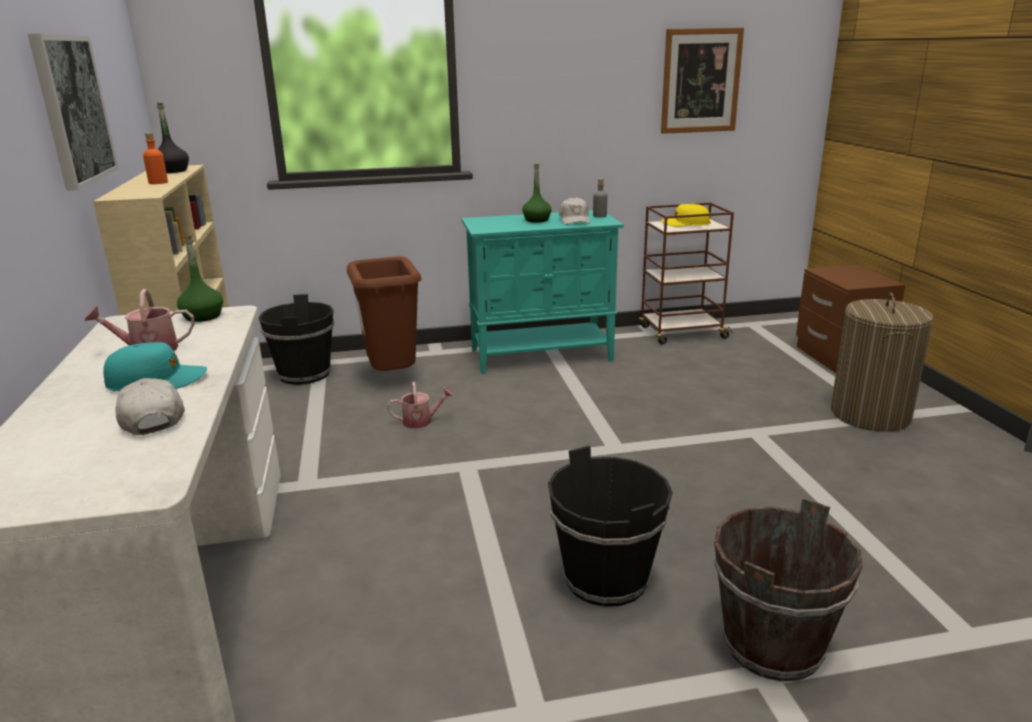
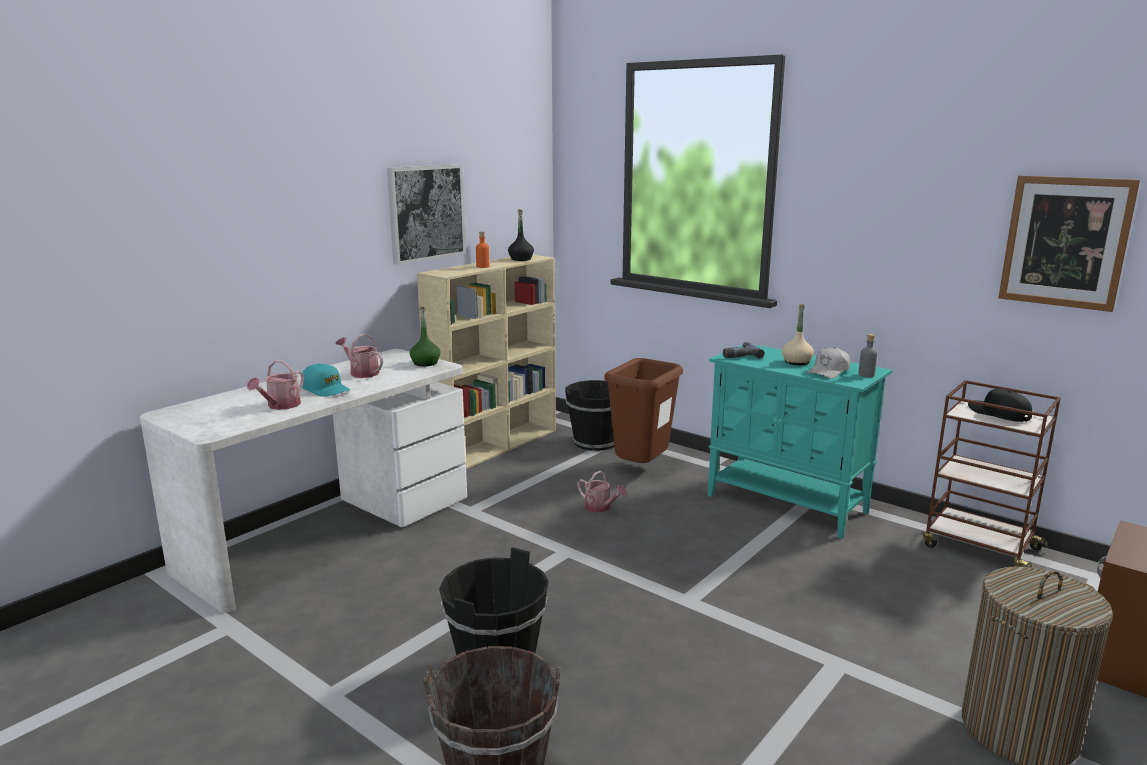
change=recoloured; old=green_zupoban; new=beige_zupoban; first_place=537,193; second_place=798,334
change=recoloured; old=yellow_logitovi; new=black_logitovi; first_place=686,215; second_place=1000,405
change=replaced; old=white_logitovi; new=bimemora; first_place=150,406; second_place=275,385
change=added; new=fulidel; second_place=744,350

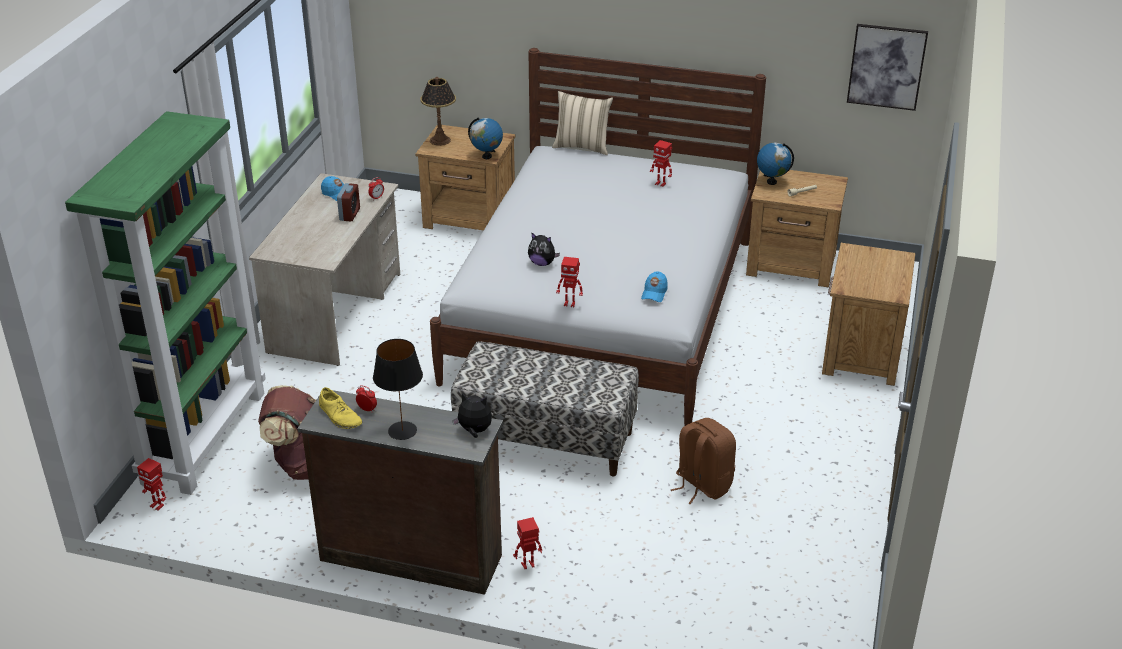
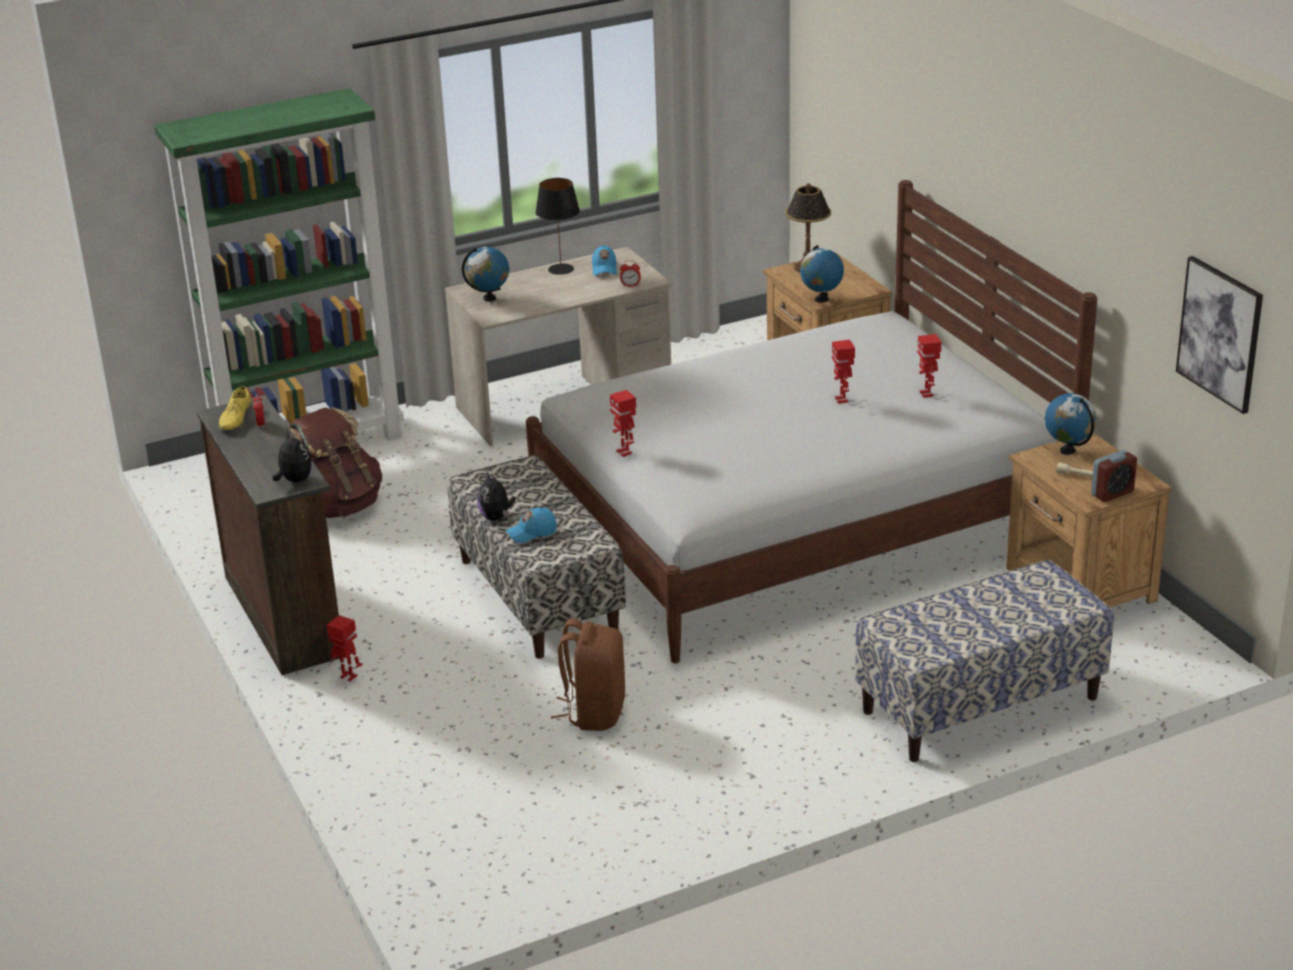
change=removed; old=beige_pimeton; first_place=582,123
change=moved; old=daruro; first_place=348,202; second_place=1114,476
change=moved; old=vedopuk; first_place=544,249; second_place=496,495
change=replaced; old=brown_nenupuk; new=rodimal; first_place=868,314; second_place=984,661
change=moved; old=blue_logitovi; first_place=654,286; second_place=531,525
change=moved; old=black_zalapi; first_place=398,389; second_place=557,226
change=moved; old=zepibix; first_place=151,484; second_place=843,372
change=added; new=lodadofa; second_place=485,274

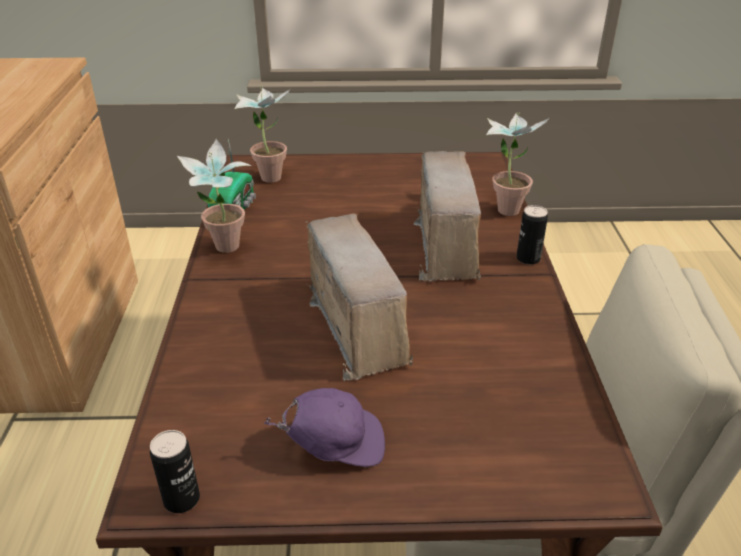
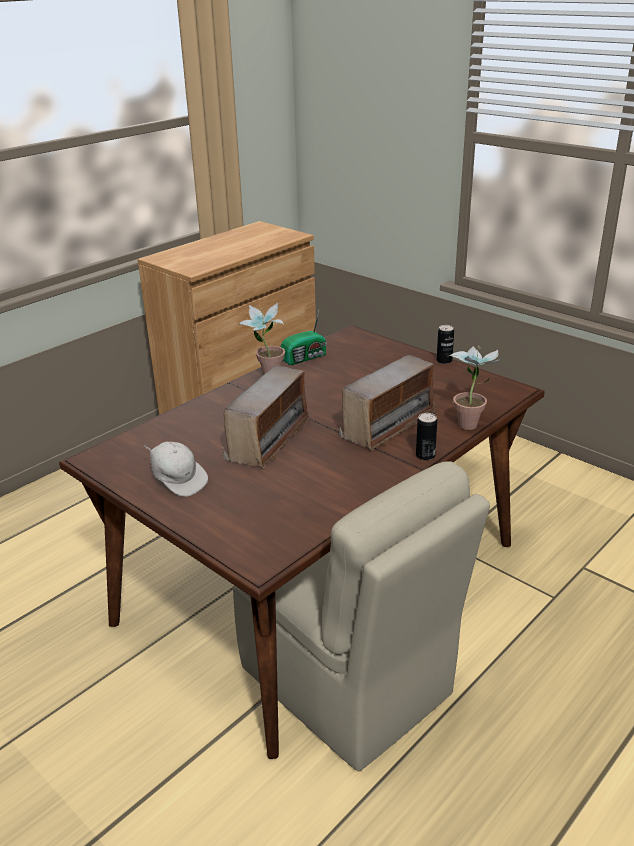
change=removed; old=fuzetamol; first_place=263,134
change=recoloured; old=purple_logitovi; new=white_logitovi; first_place=324,427; second_place=176,469
change=moved; old=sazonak; first_place=175,471; second_place=445,344

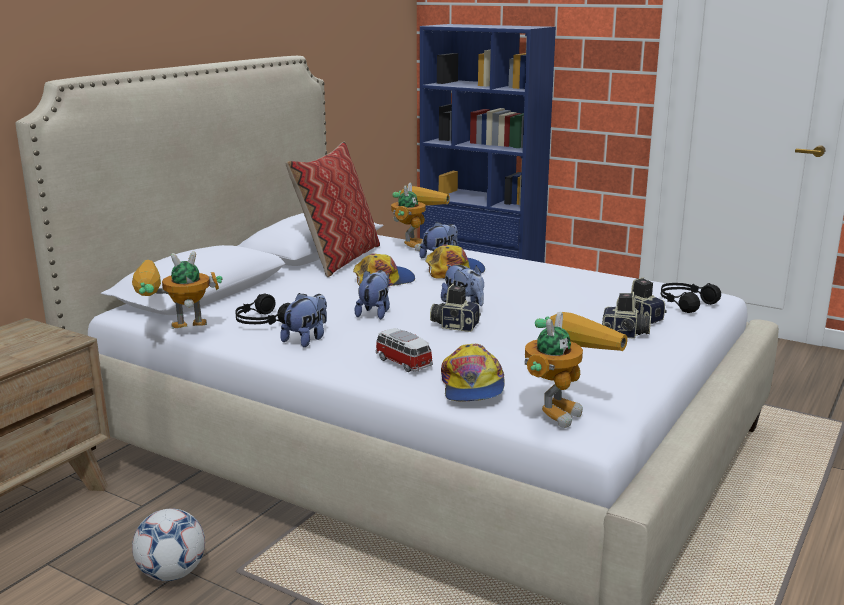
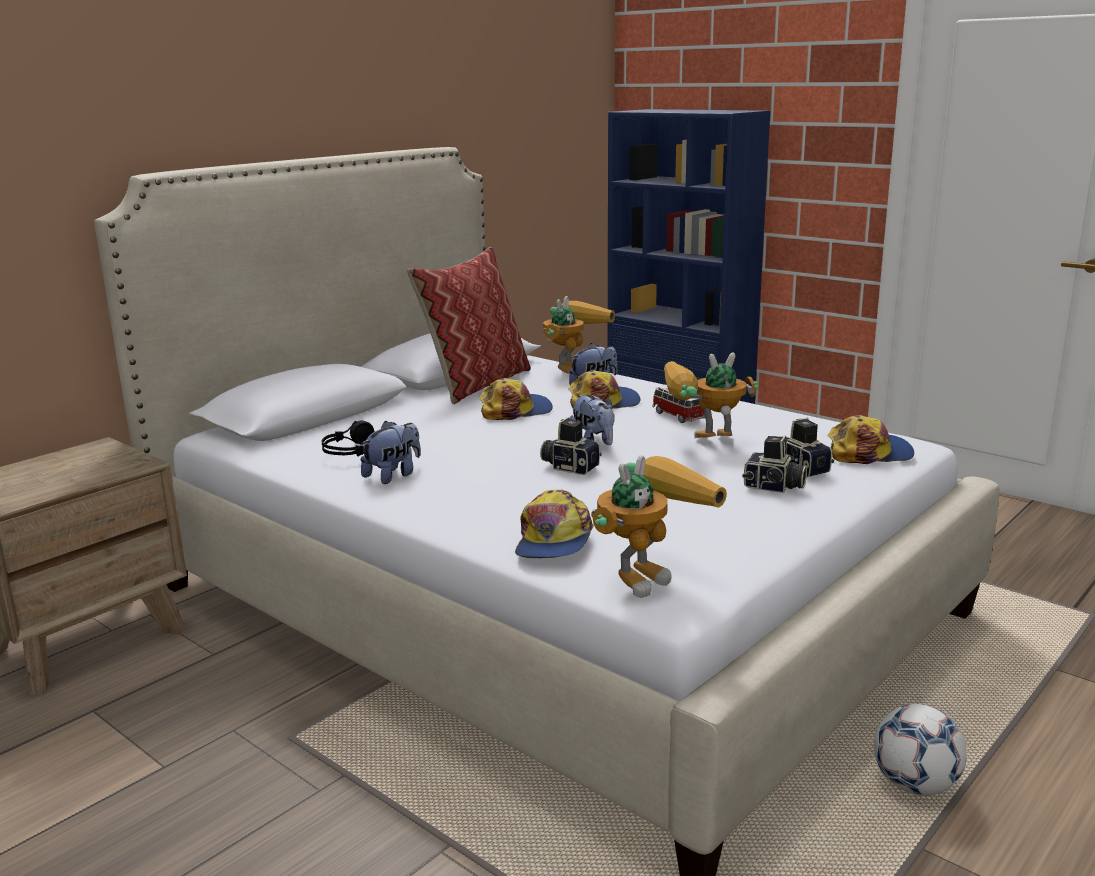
change=moved; old=zepibix; first_place=177,290; second_place=711,395
change=removed; old=vedopuk; first_place=372,294
change=replaced; old=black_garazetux; new=logitovi; first_place=691,298; second_place=871,439
change=moved; old=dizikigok; first_place=404,350; second_place=678,404
change=moved; old=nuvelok; first_place=168,544; second_place=920,750

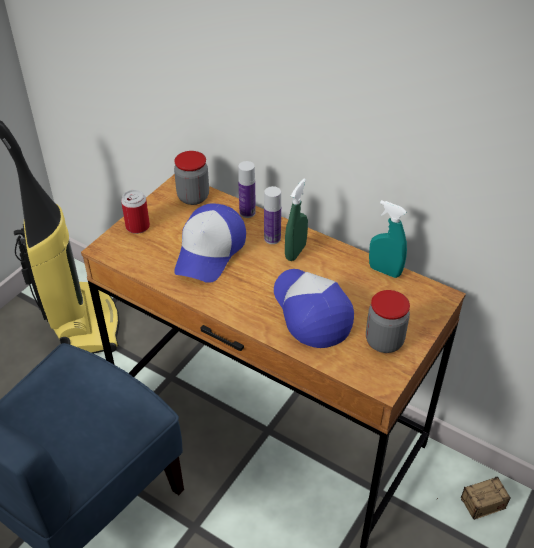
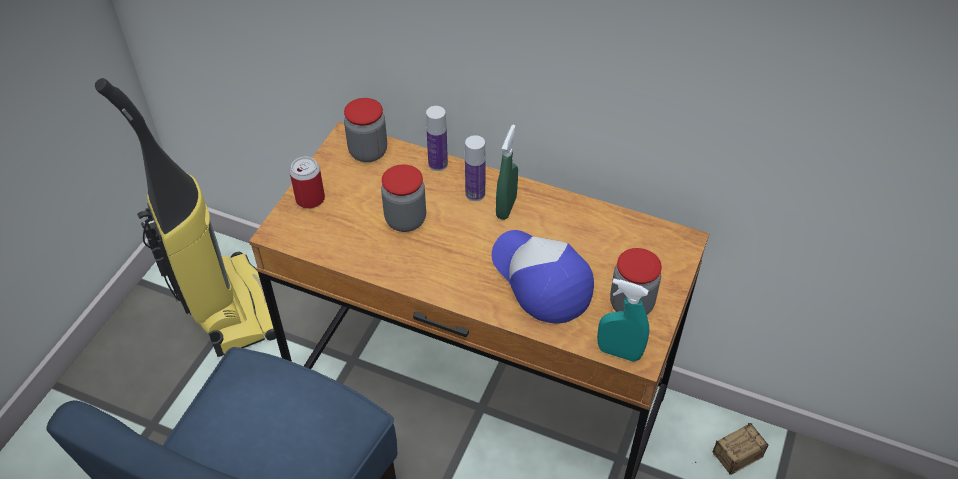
change=moved; old=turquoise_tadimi; first_place=388,239; second_place=623,320
change=replaced; old=logitovi; new=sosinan; first_place=210,243; second_place=403,198

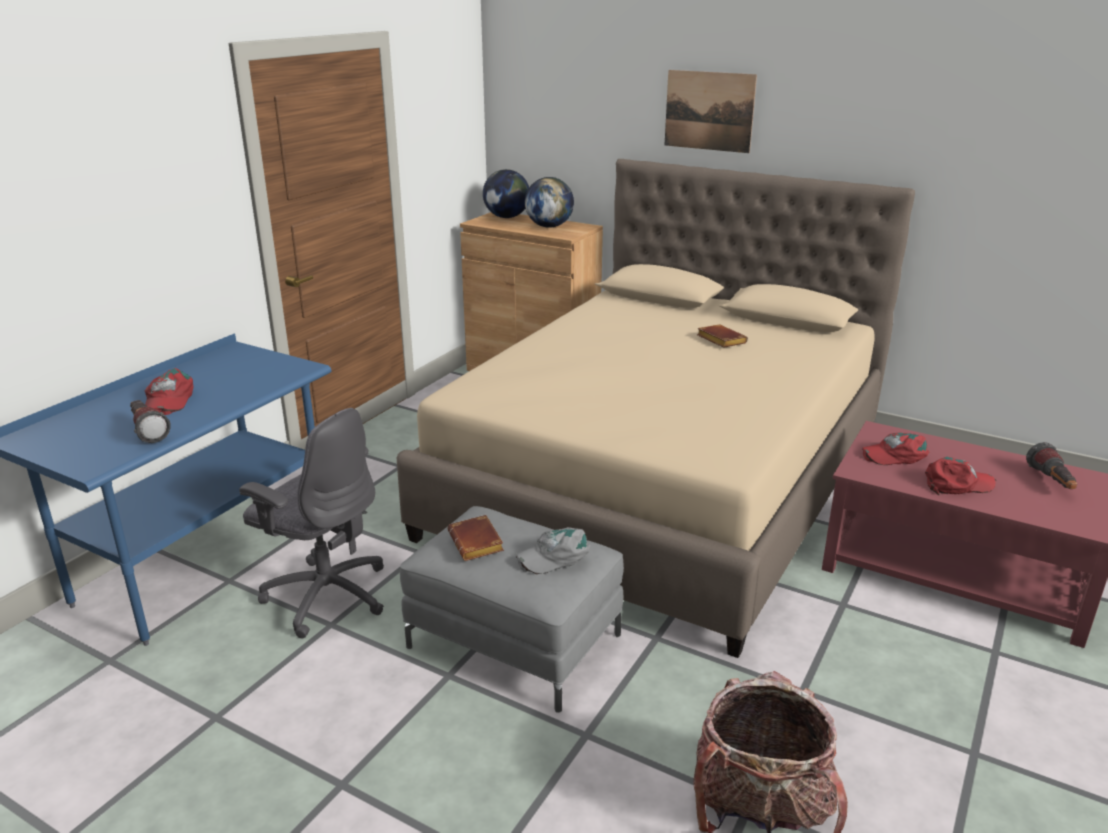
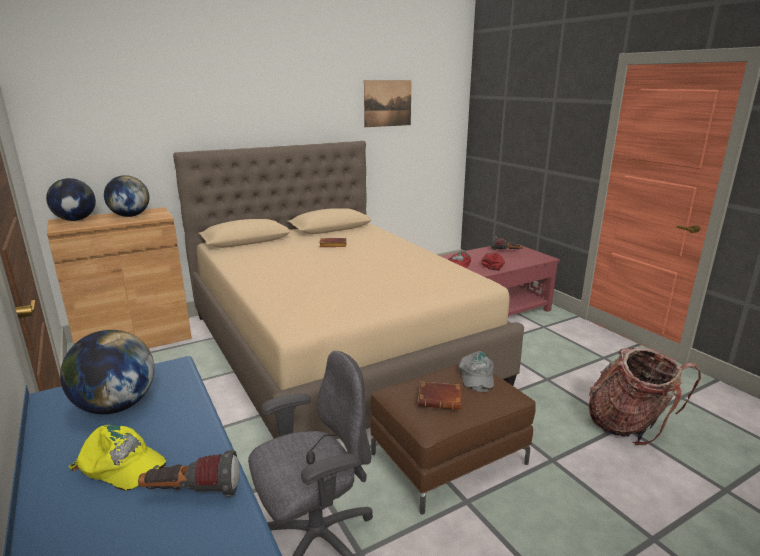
change=moved; old=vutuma; first_place=711,111; second_place=388,103
change=recoloured; old=red_logitovi; new=yellow_logitovi; first_place=169,391; second_place=117,458
change=recoloured; old=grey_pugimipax; new=brown_pugimipax; first_place=512,609; second_place=453,439
change=added; new=lodadofa; second_place=107,372

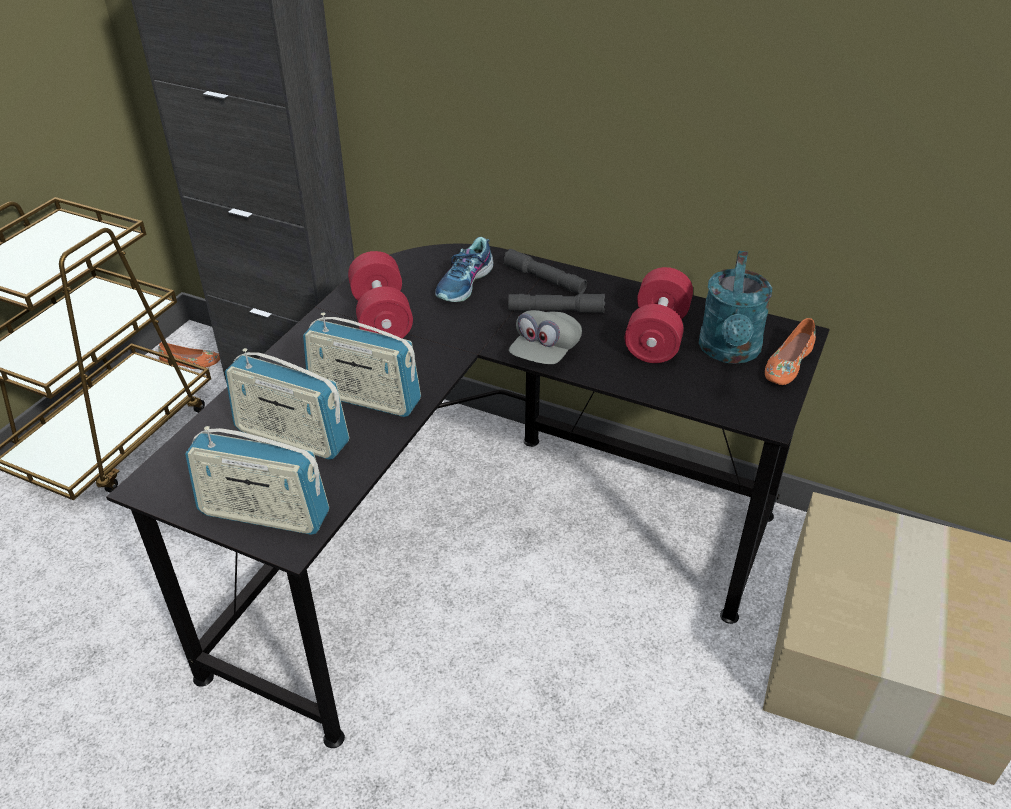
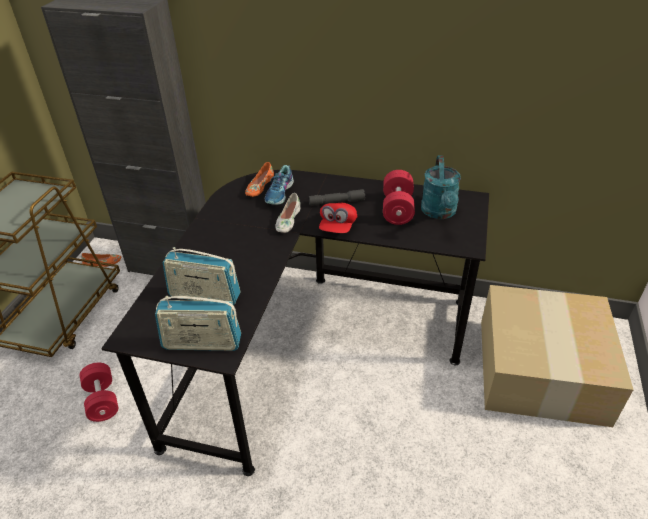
change=removed; old=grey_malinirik; first_place=545,271
change=moved; old=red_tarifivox; first_place=380,294; second_place=99,392
change=recoloured; old=grey_logitovi; new=red_logitovi; first_place=545,337; second_place=338,218
change=removed; old=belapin; first_place=362,364
change=moved; old=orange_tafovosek; first_place=790,351; second_place=259,179
change=added; new=white_tafovosek; second_place=288,213

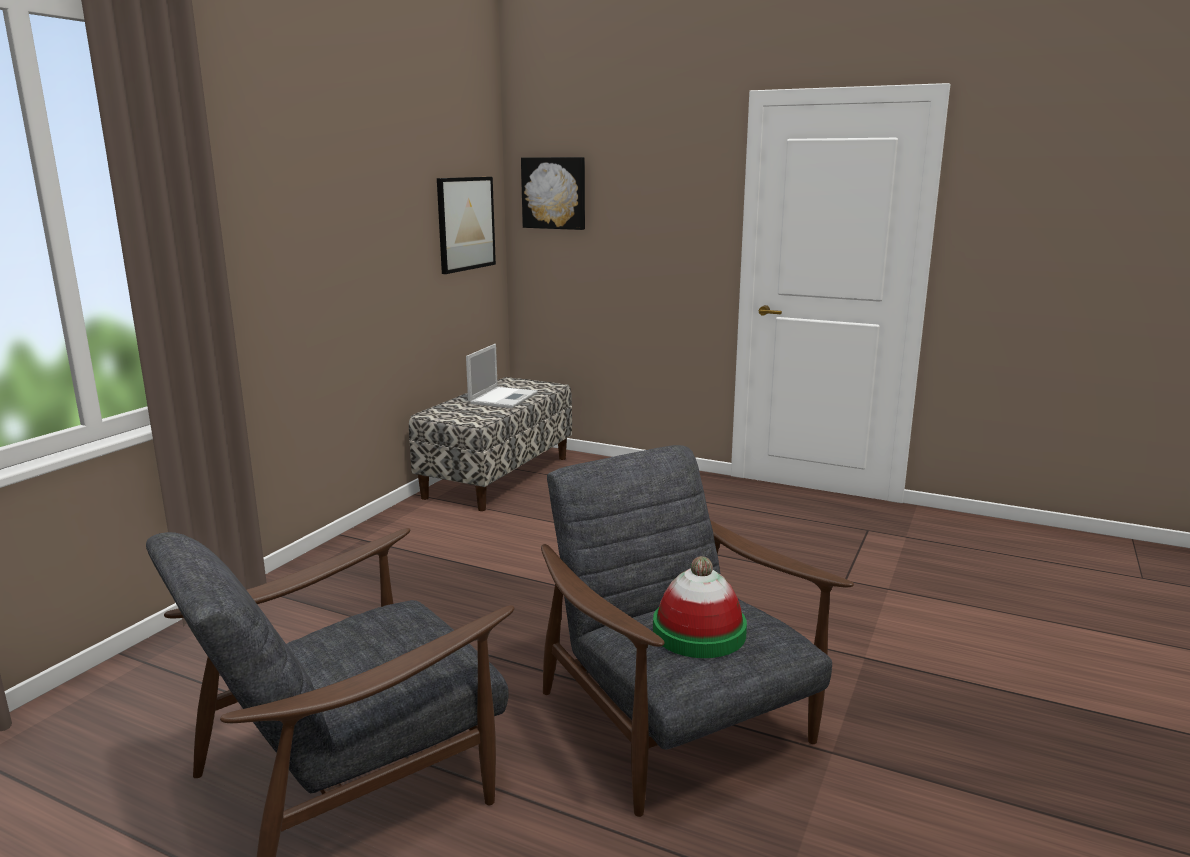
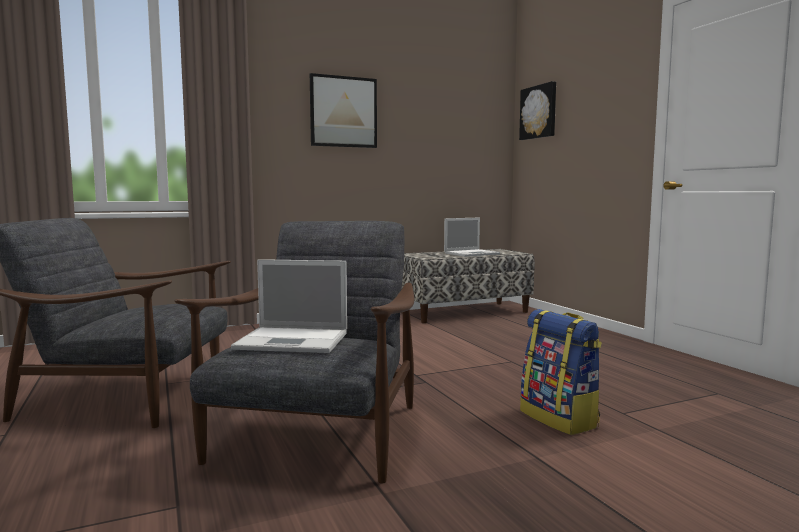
change=moved; old=vutuma; first_place=466,225; second_place=343,110
change=replaced; old=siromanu; new=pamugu; first_place=700,607; second_place=289,306
change=added; new=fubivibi; second_place=561,372

